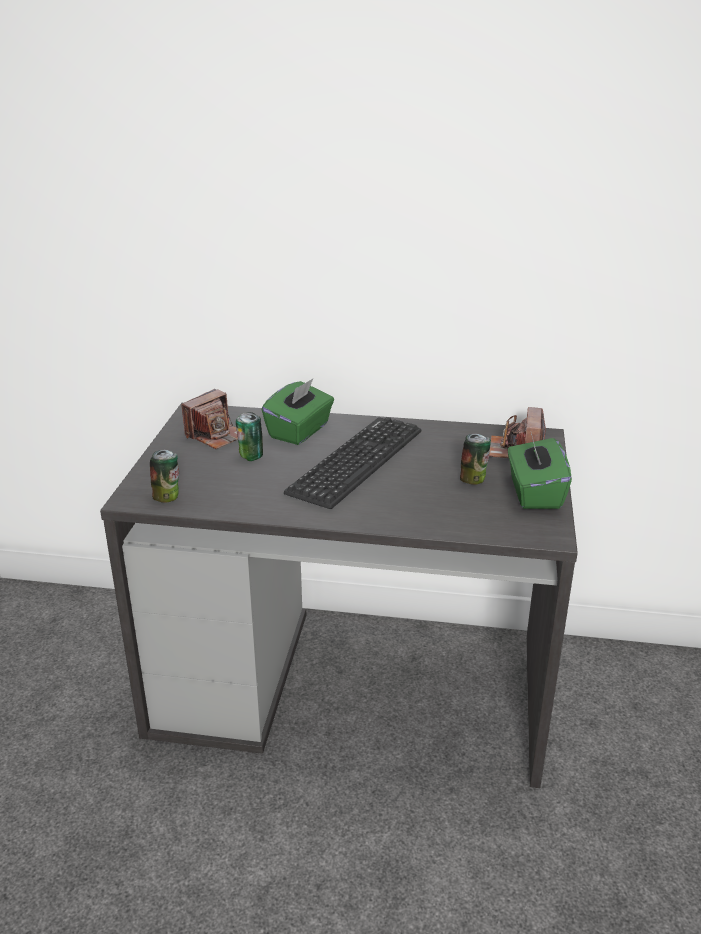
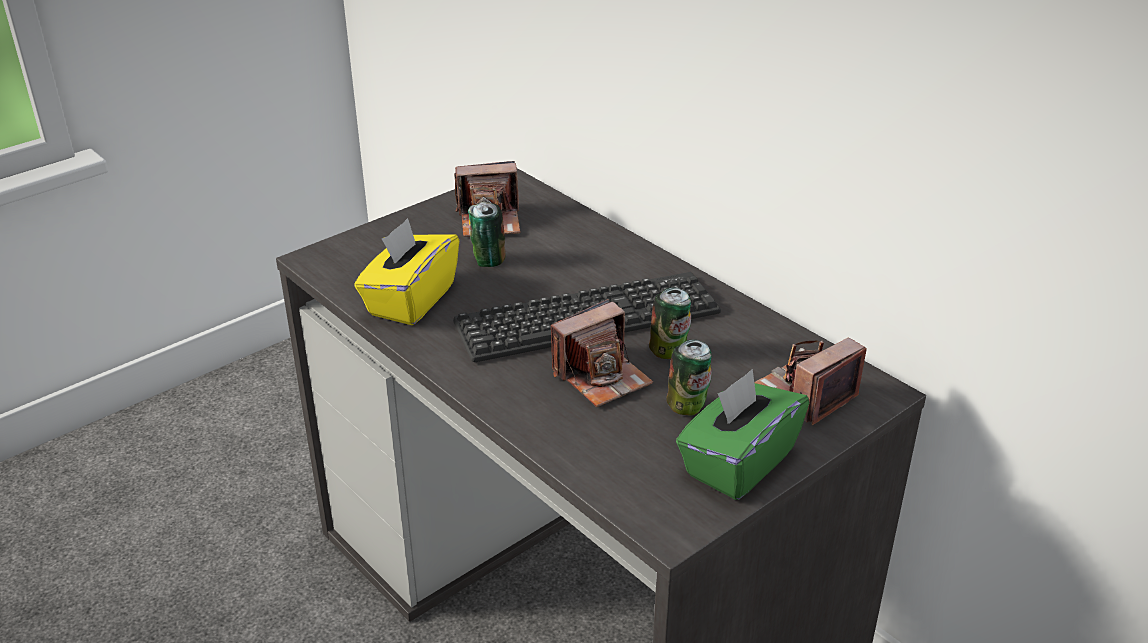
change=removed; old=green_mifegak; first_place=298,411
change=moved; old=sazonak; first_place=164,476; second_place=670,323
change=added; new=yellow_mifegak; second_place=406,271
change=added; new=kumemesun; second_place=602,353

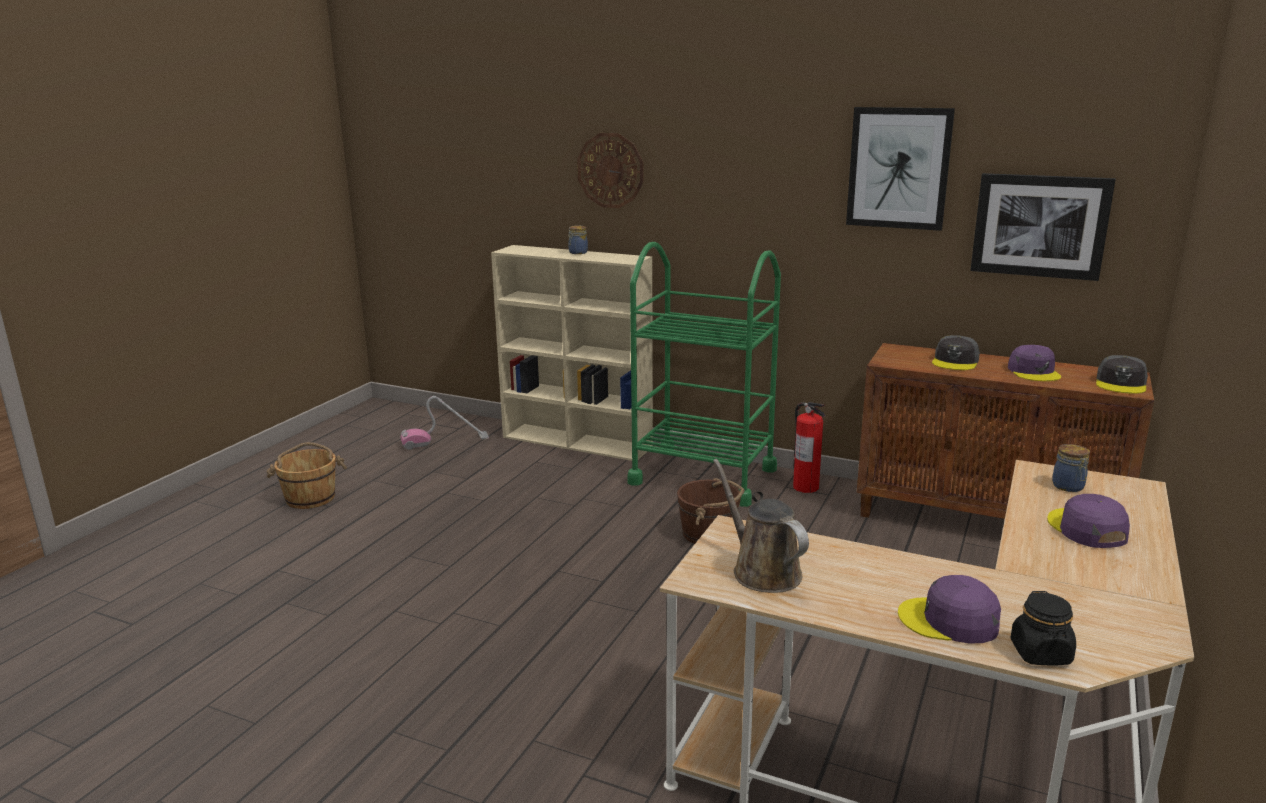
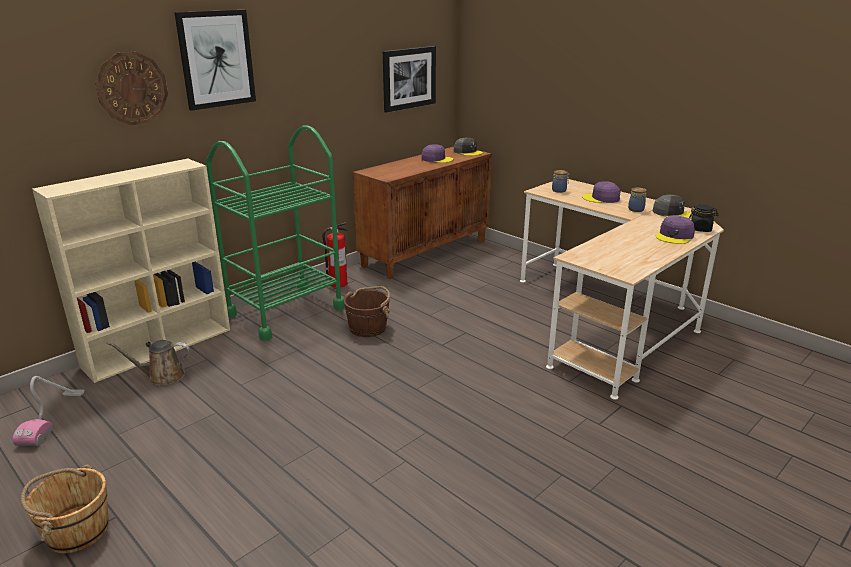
change=moved; old=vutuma; first_place=900,169; second_place=215,60
change=moved; old=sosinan; first_place=578,239; second_place=637,199
change=moved; old=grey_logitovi; first_place=956,352; second_place=672,207
change=moved; old=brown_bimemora; first_place=761,526; second_place=148,363

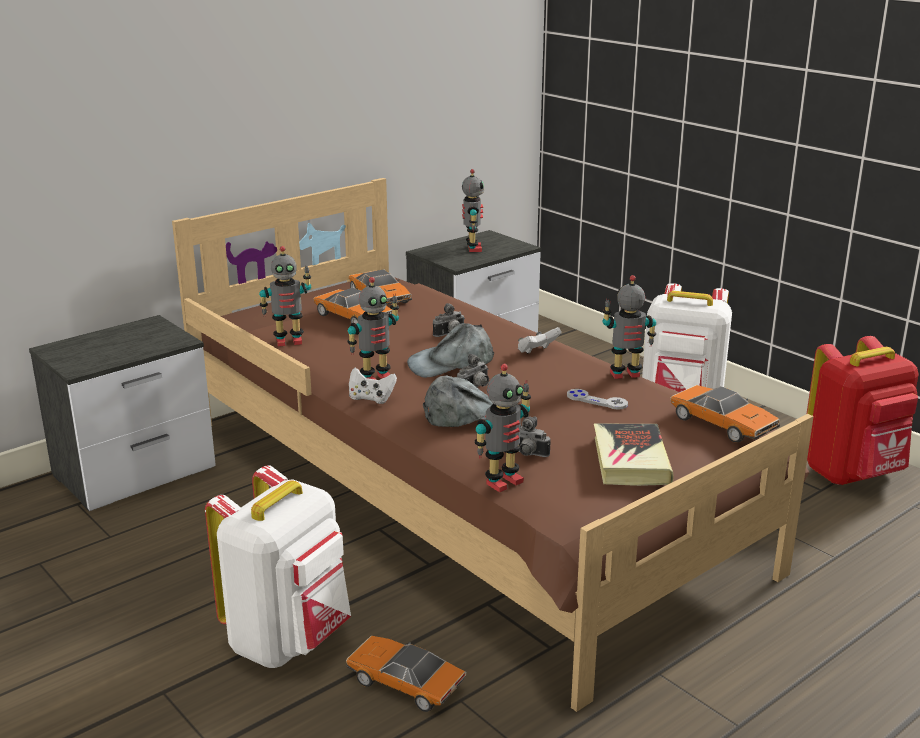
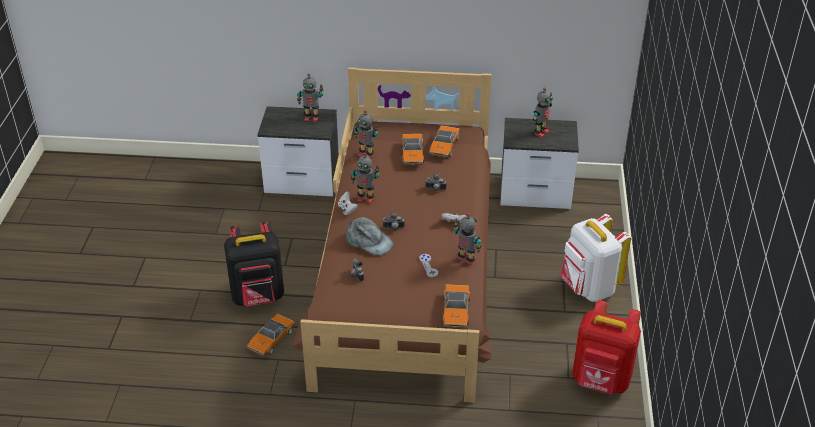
change=removed; old=grey_logitovi; first_place=450,350
change=moved; old=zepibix; first_place=503,428; second_place=310,98
change=removed; old=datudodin; first_place=634,455
change=recoloured; old=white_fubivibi; new=black_fubivibi; first_place=278,566; second_place=254,264
change=turned; old=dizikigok; first_place=406,674; second_place=271,335; degrees=-135

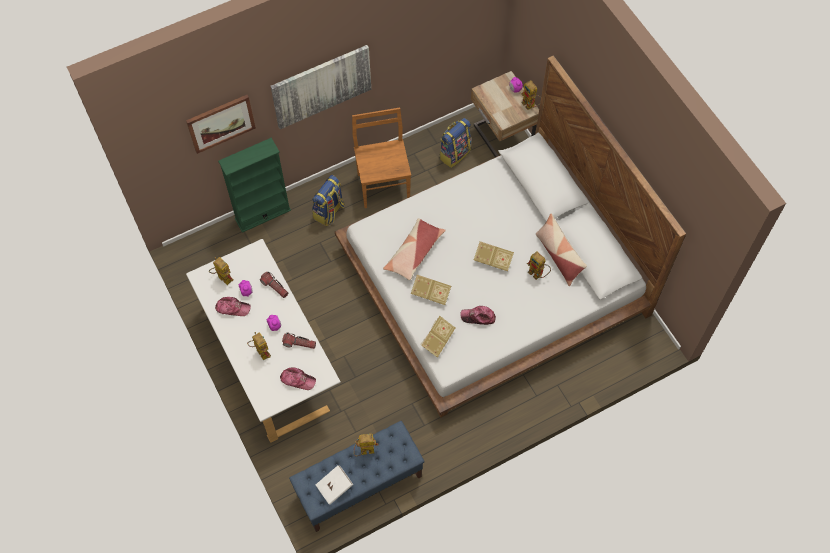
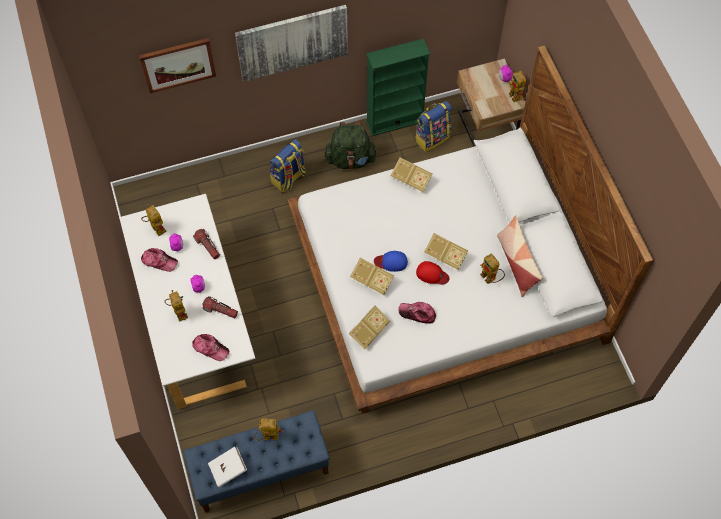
change=replaced; old=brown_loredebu; new=green_fubivibi; first_place=381,158; second_place=351,145
change=moved; old=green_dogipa; first_place=254,185; second_place=398,87
change=removed; old=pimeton; first_place=414,249
change=added; new=datudodin; second_place=411,174
change=added; new=blue_logitovi; second_place=391,261
change=added; new=red_logitovi; second_place=433,272

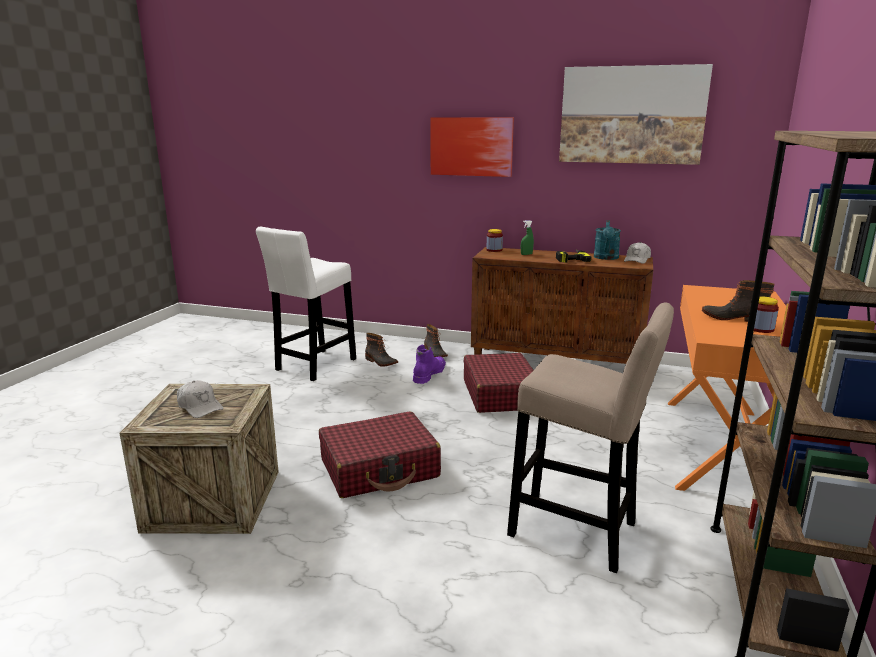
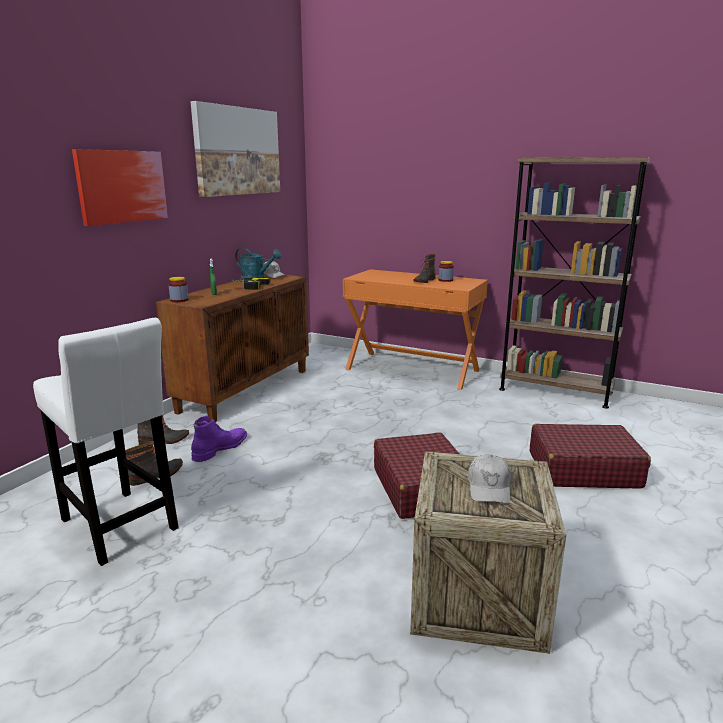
change=removed; old=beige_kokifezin; first_place=590,437
change=turned; old=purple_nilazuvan; first_place=429,364; second_place=219,439; degrees=90
change=moved; old=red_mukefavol; first_place=498,383; second_place=590,456
change=turned; old=white_logitovi; first_place=200,399; second_place=489,479; degrees=135

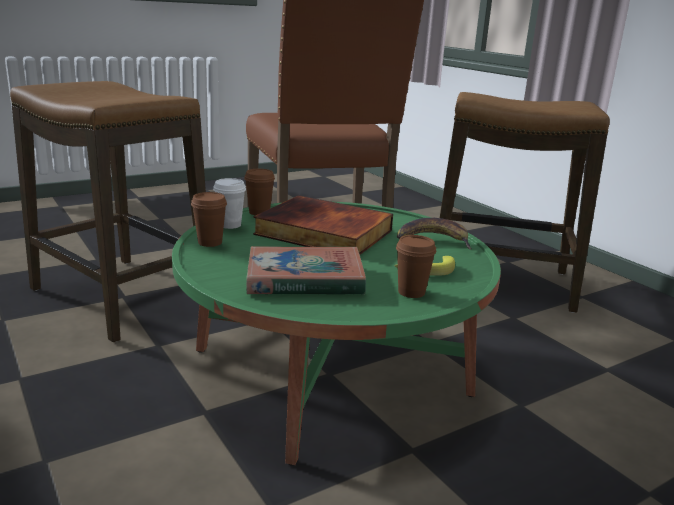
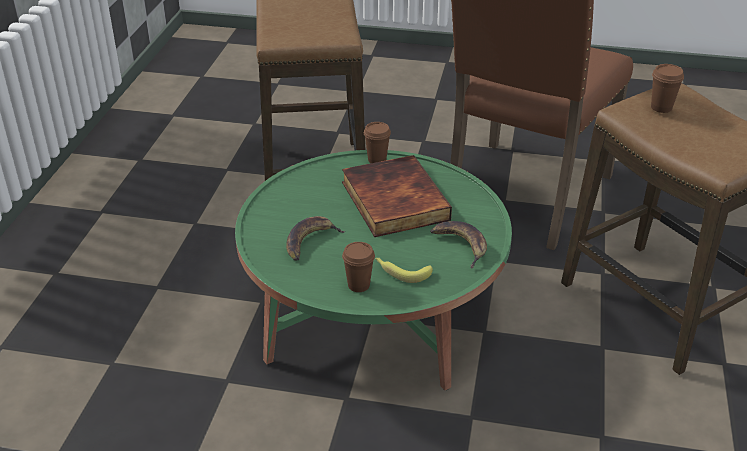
change=removed; old=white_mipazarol; first_place=229,203
change=moved; old=brown_mipazarol; first_place=209,219; second_place=667,88
change=replaced; old=datudodin; new=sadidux; first_place=306,270; second_place=316,238

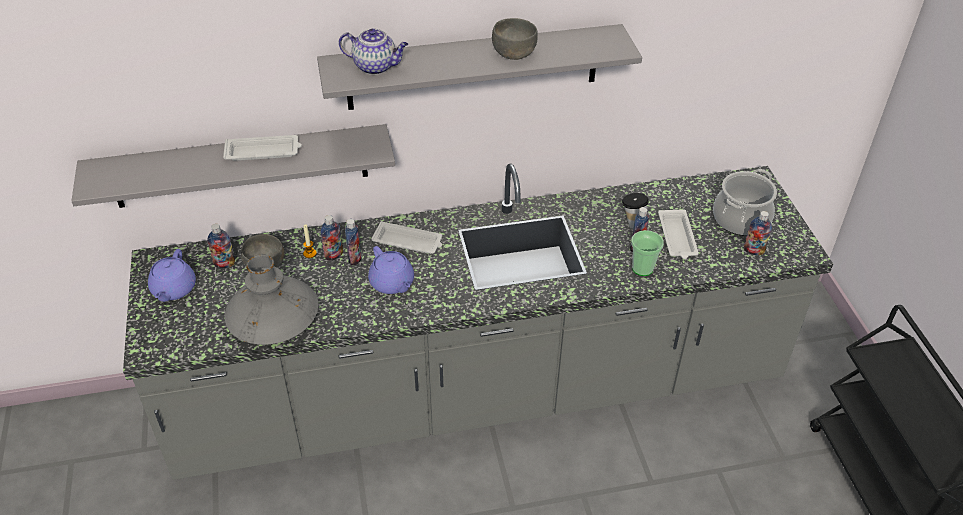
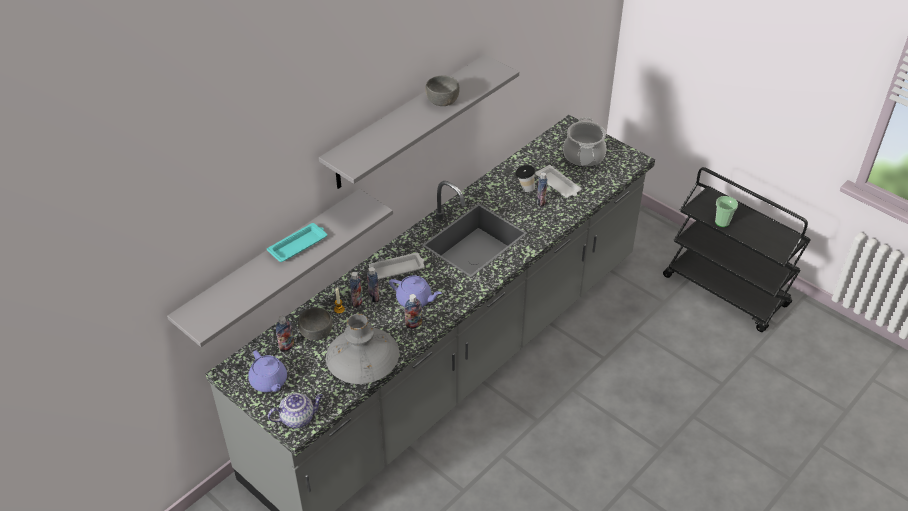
change=moved; old=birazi; first_place=373,52; second_place=295,410
change=recoloured; old=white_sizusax; new=turquoise_sizusax; first_place=262,148; second_place=297,242
change=moved; old=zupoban; first_place=758,233; second_place=413,311
change=moved; old=mipazarol; first_place=647,253; second_place=726,211

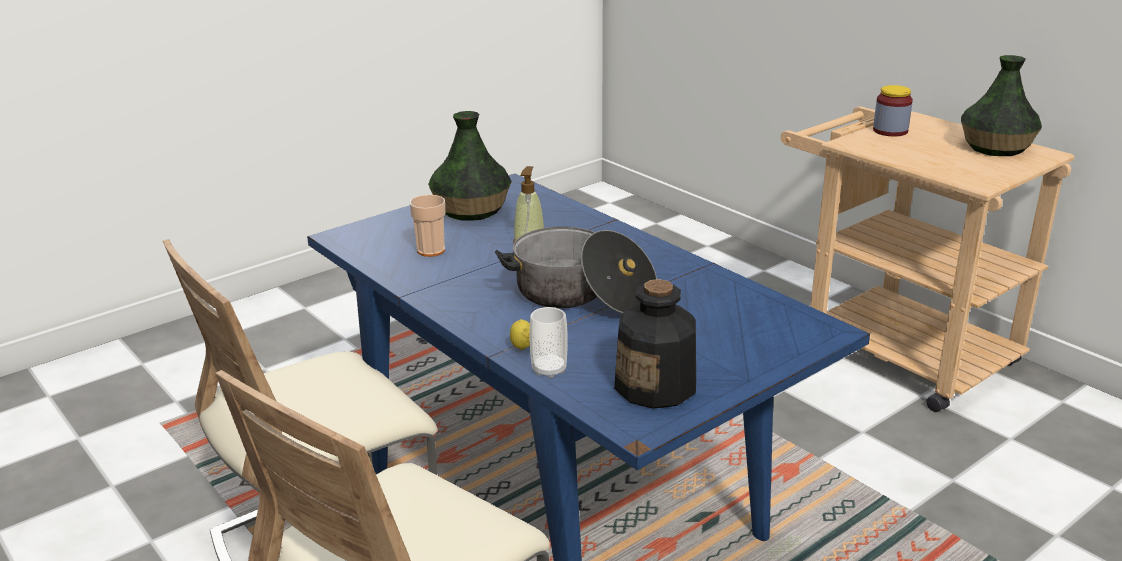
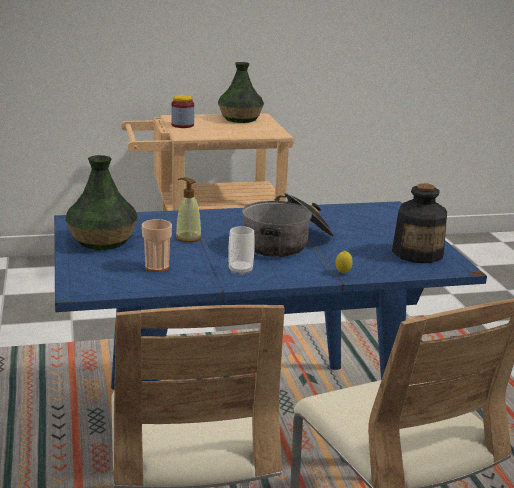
change=moved; old=mipazarol; first_place=548,342; second_place=241,250

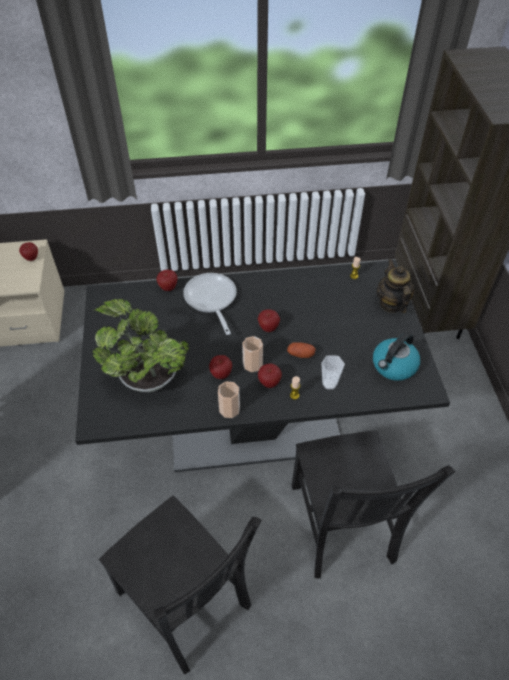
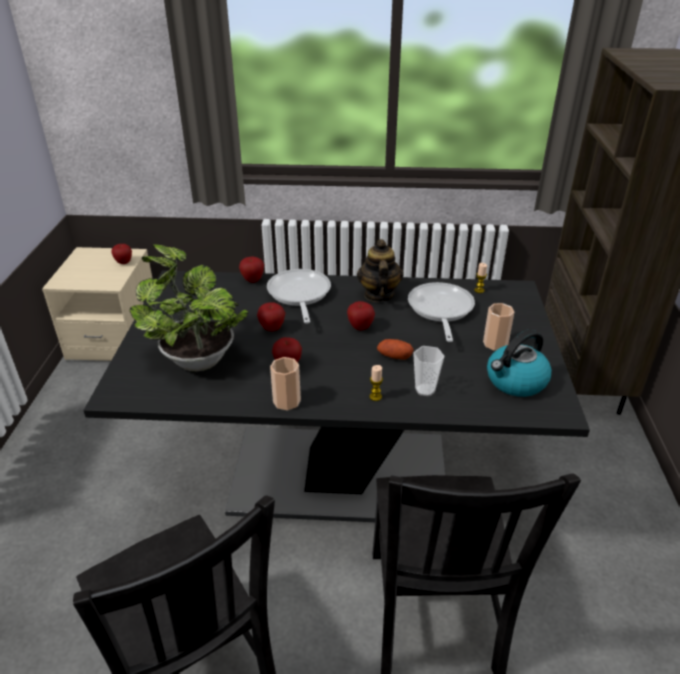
change=moved; old=birazi; first_place=395,286; second_place=380,270
change=moved; old=mipazarol; first_place=252,354; second_place=498,327
change=moved; old=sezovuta; first_place=270,375; second_place=271,316
change=added; new=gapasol; second_place=441,312

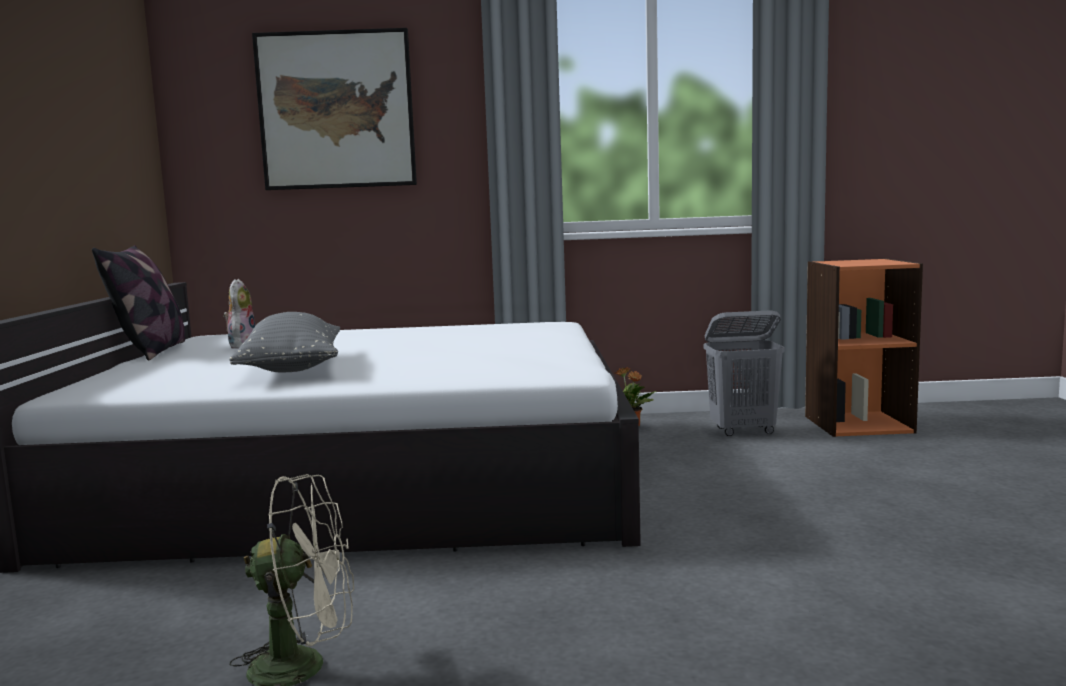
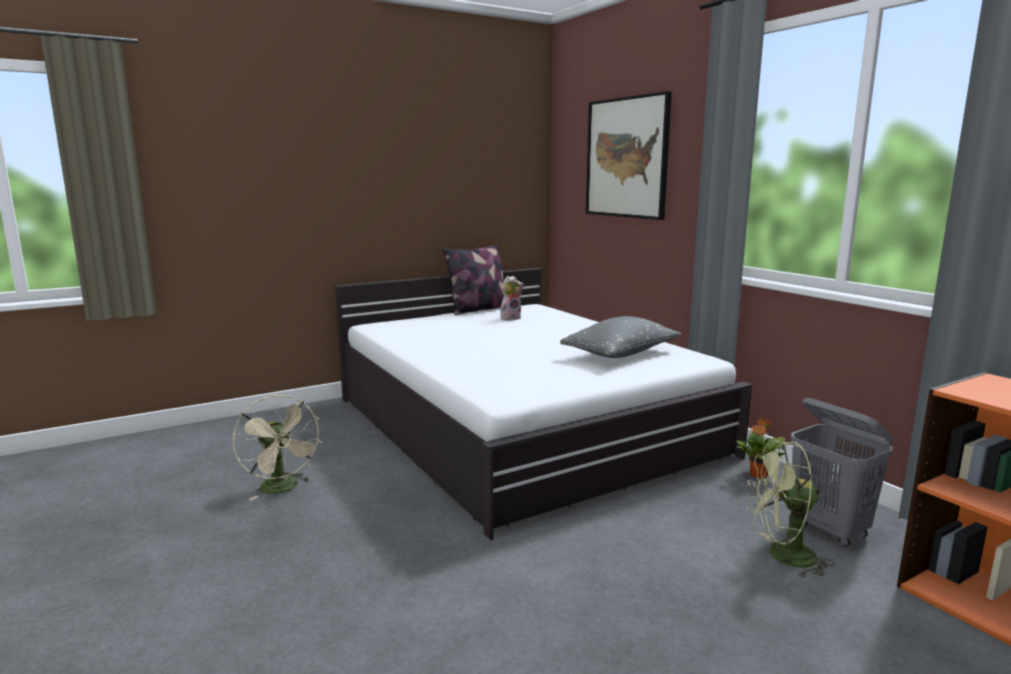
change=moved; old=grey_pimeton; first_place=284,342; second_place=620,337
change=added; new=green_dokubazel; second_place=791,509

